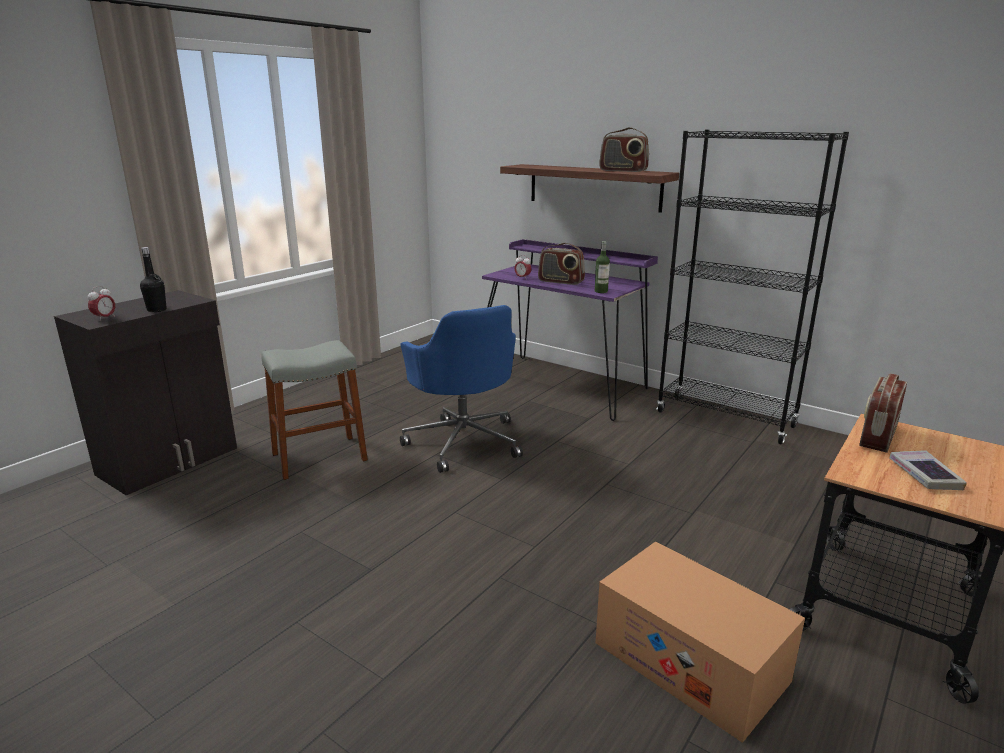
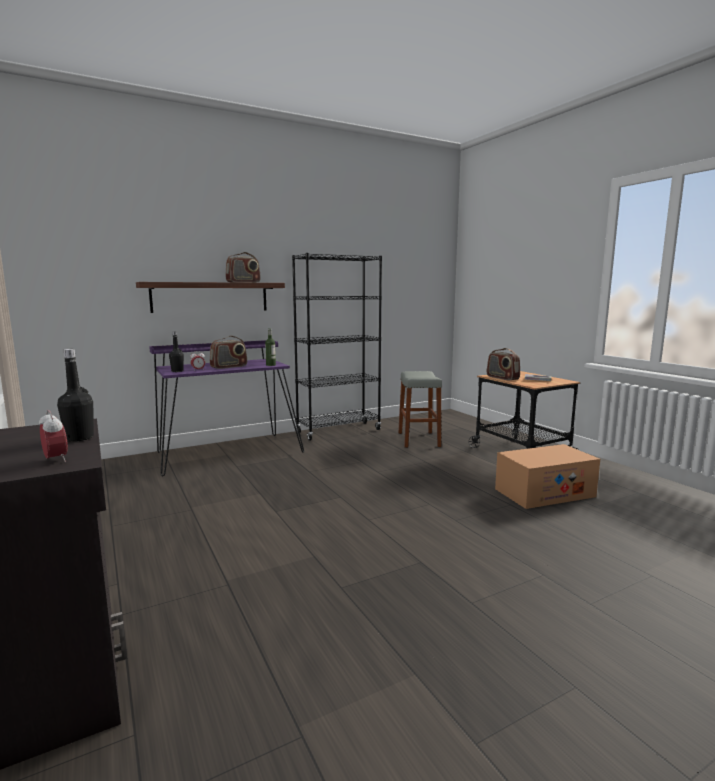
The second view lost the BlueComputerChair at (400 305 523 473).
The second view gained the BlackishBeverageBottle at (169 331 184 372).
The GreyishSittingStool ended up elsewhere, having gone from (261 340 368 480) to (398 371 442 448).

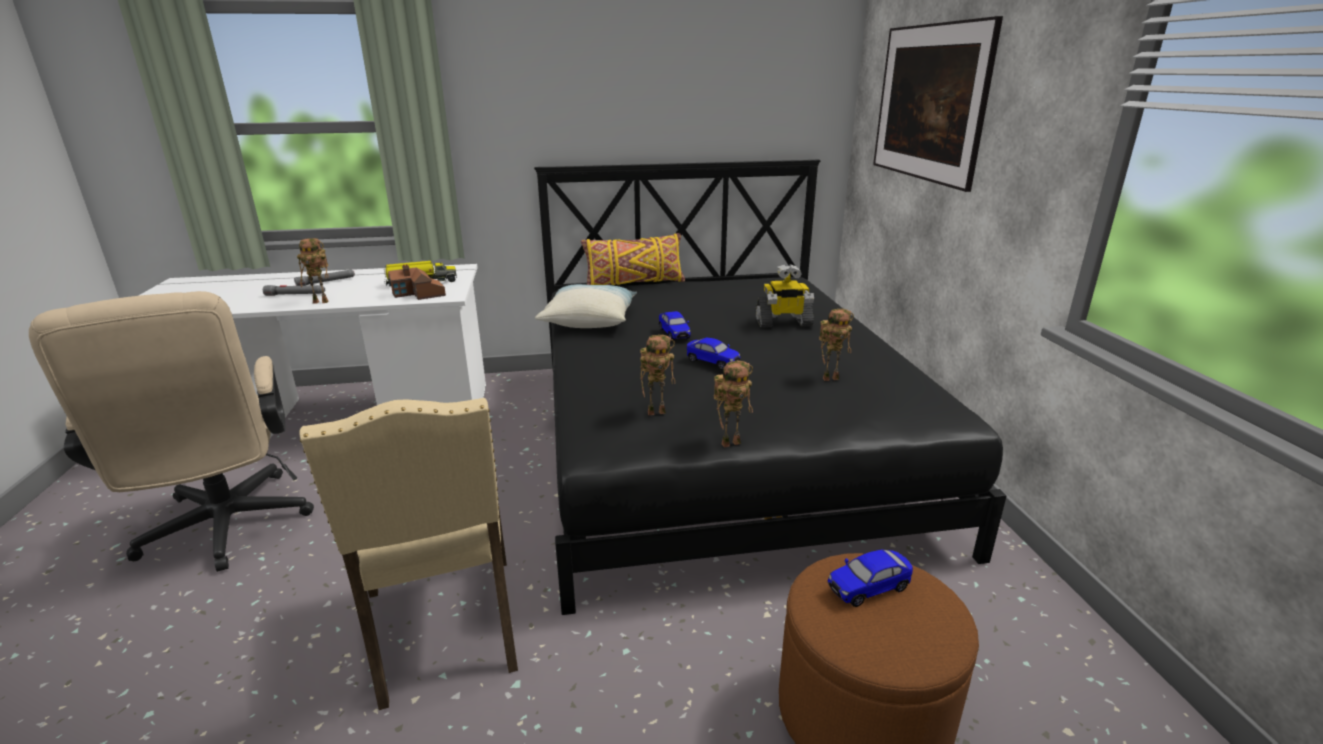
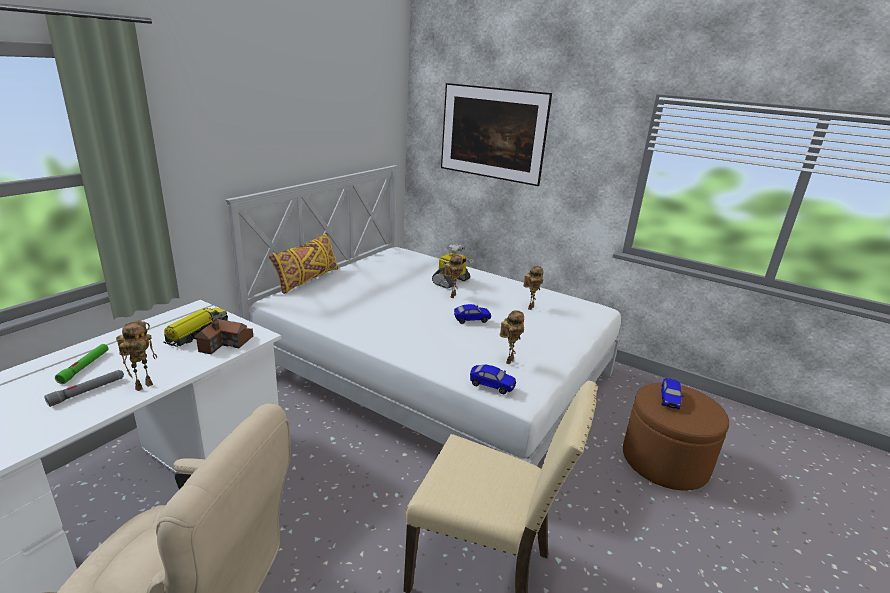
The second view lost the Cushion at (535 284 637 328).
The ToyCar ended up elsewhere, having gone from (659 311 691 341) to (470 365 516 395).
The ModelRobot ended up elsewhere, having gone from (714 361 753 447) to (444 255 463 298).
What was the GreyishTorch at (294 270 355 286) turned into the GreenTorch at (55 344 108 384).
What was the BlackishBed at (534 160 1007 615) turned into the WhiteBed at (225 165 621 466).

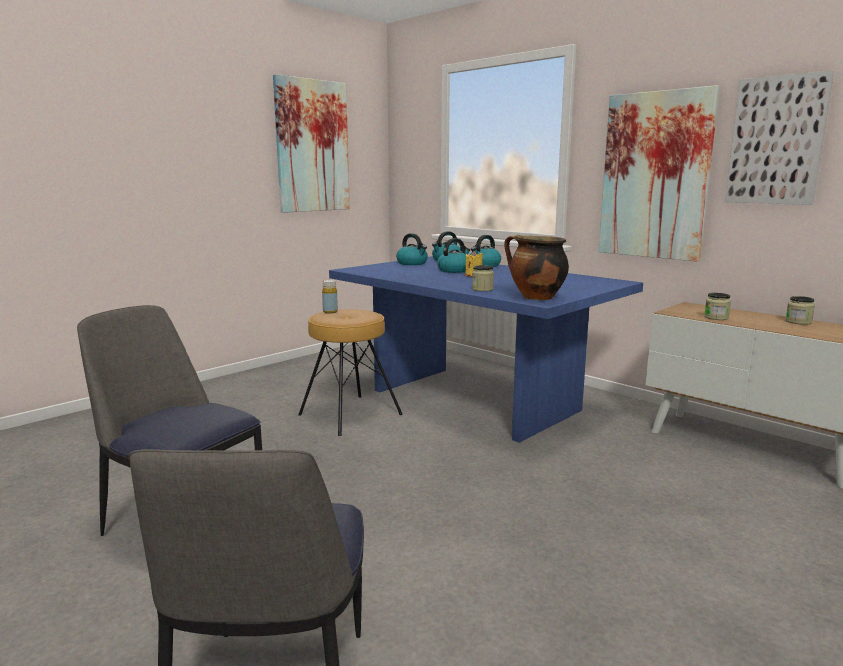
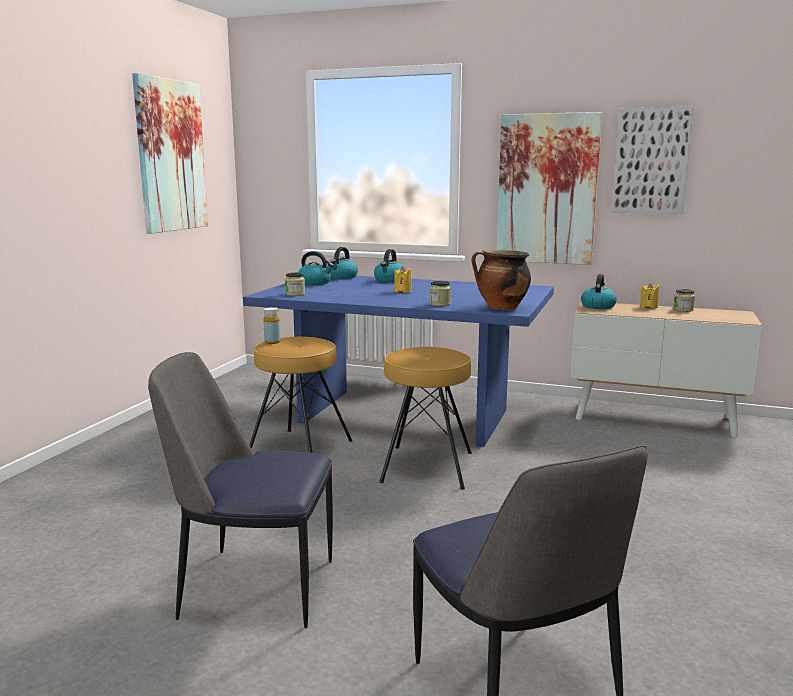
The second view gained the BrownSittingStool at (379 347 472 490).
The second view gained the YellowWaxCandle at (640 283 659 308).
The TeaKettle ended up elsewhere, having gone from (437 238 470 273) to (581 274 617 309).
The StorageJar ended up elsewhere, having gone from (704 293 731 320) to (285 273 305 296).

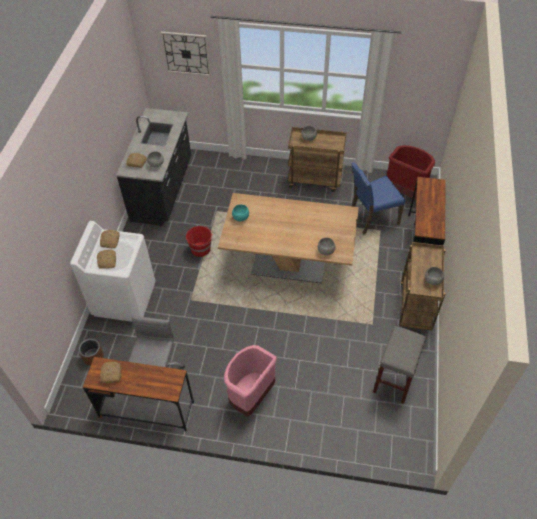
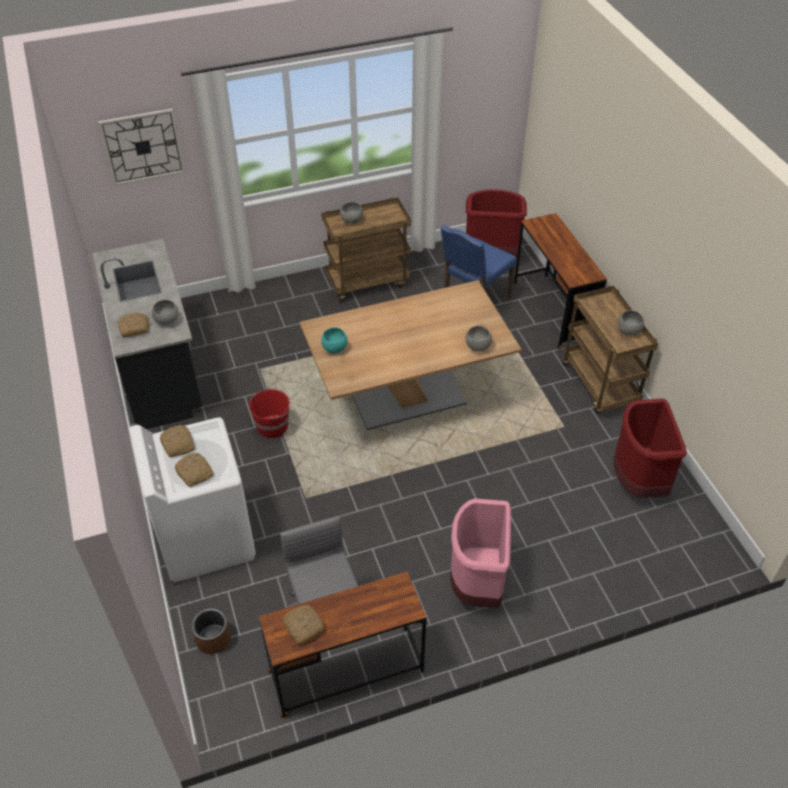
Where the GreyishSittingStool stood at (373 326 426 404), the RedRubbishBin came to stand at (613 398 686 498).

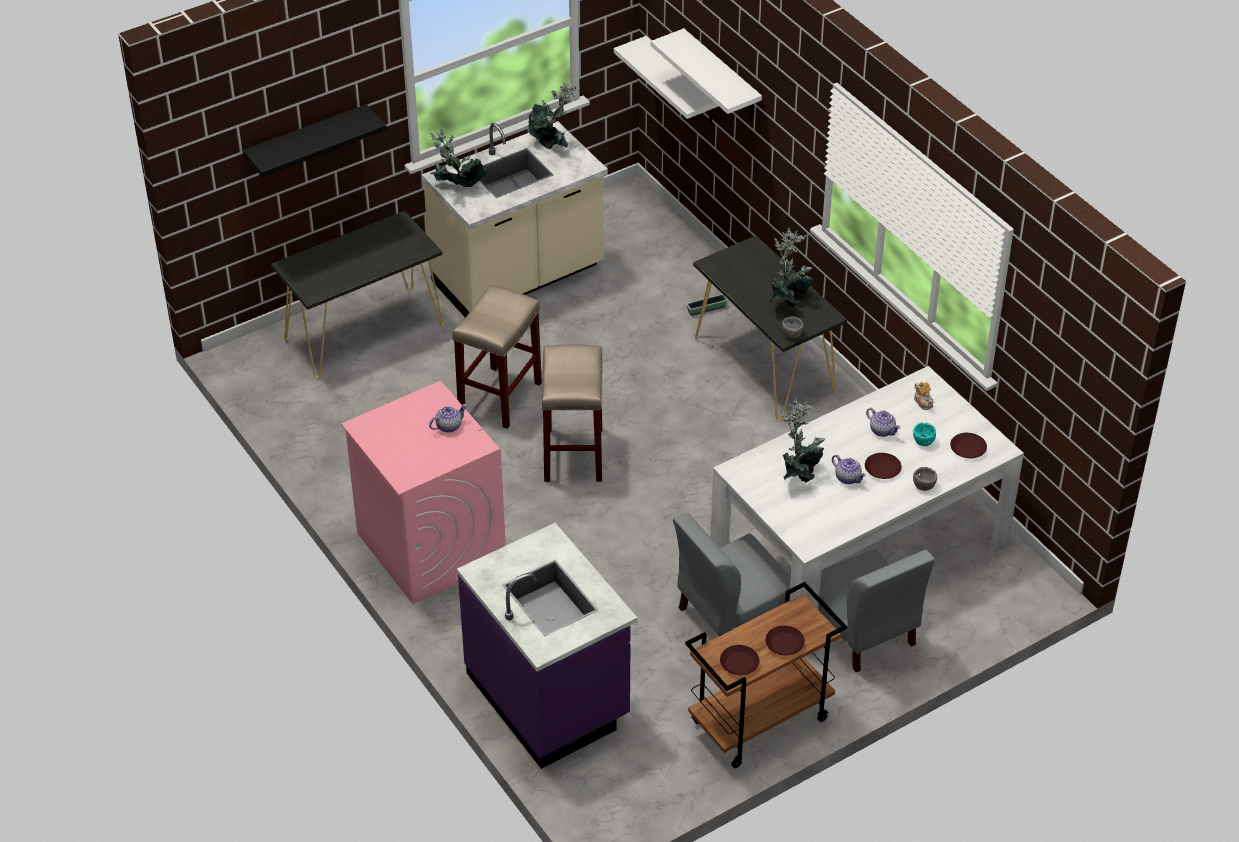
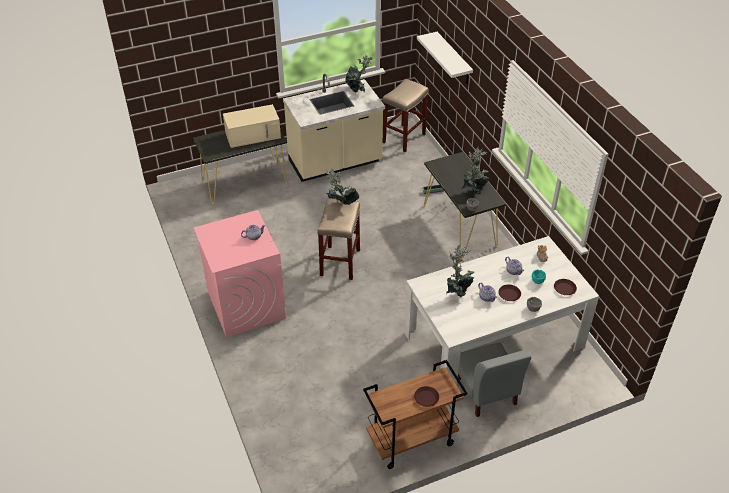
The second view lost the BlackishWallShelf at (243 104 387 177).
The second view lost the PurpleColouredKitchenCounter at (457 523 638 769).
The second view lost the WhiteWallShelf at (614 36 718 123).
The second view lost the GreyishChair at (673 513 791 636).
The second view lost the BrownPlate at (720 645 760 675).
The second view gained the SandColouredKitchenMicrowave at (223 104 281 148).
The PottedPlant ended up elsewhere, having gone from (430 129 487 187) to (326 168 359 205).
The SandColouredSittingStool ended up elsewhere, having gone from (452 285 542 429) to (382 79 429 152).

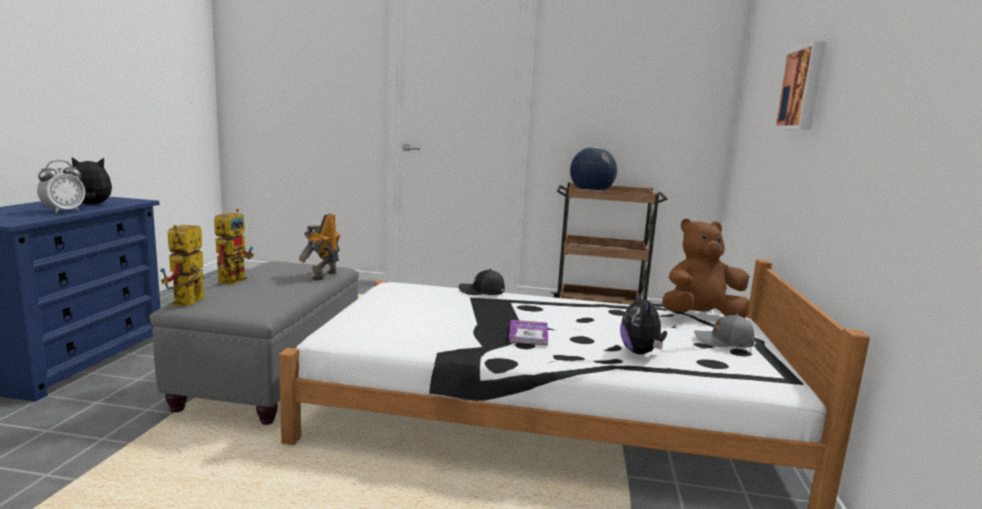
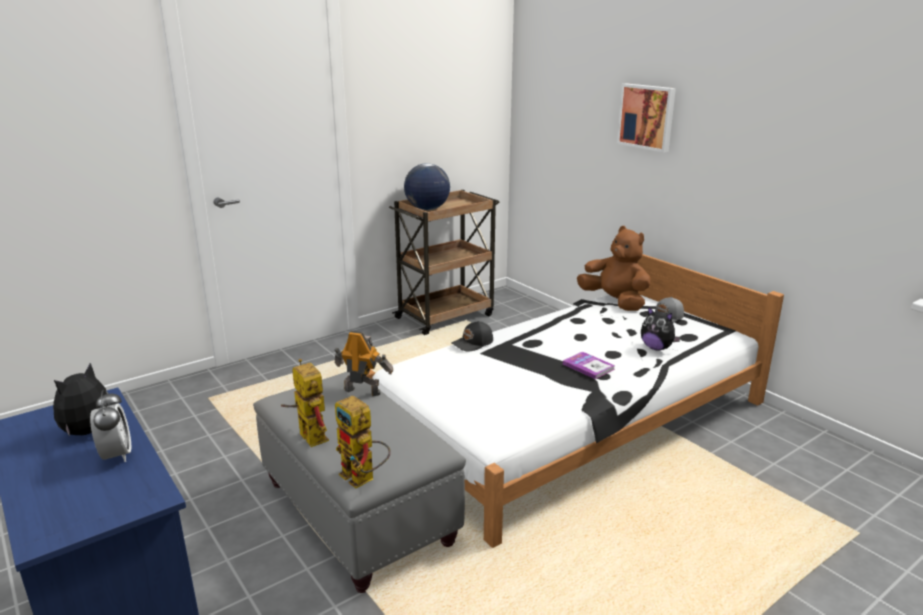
The ModelRobot at (299 214 340 281) ended up facing another way, 135 degrees clockwise from before.
The BrownPlushToy at (662 218 750 318) ended up facing another way, 105 degrees clockwise from before.

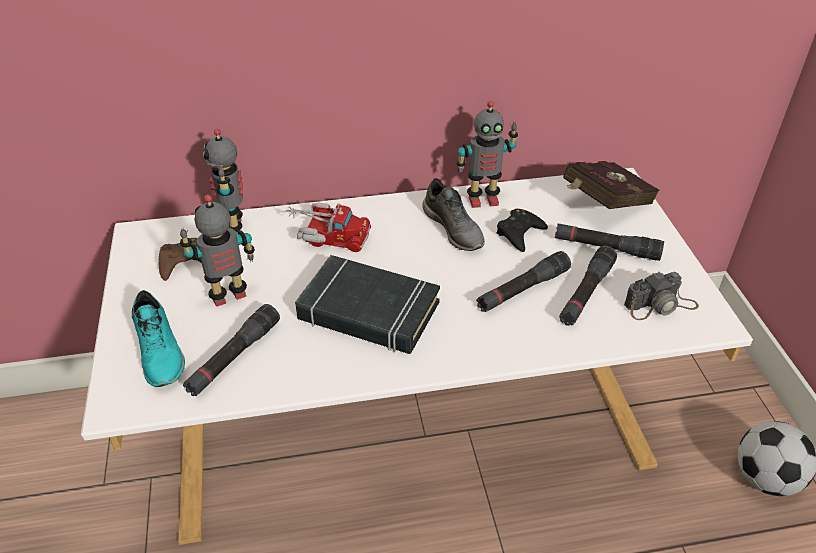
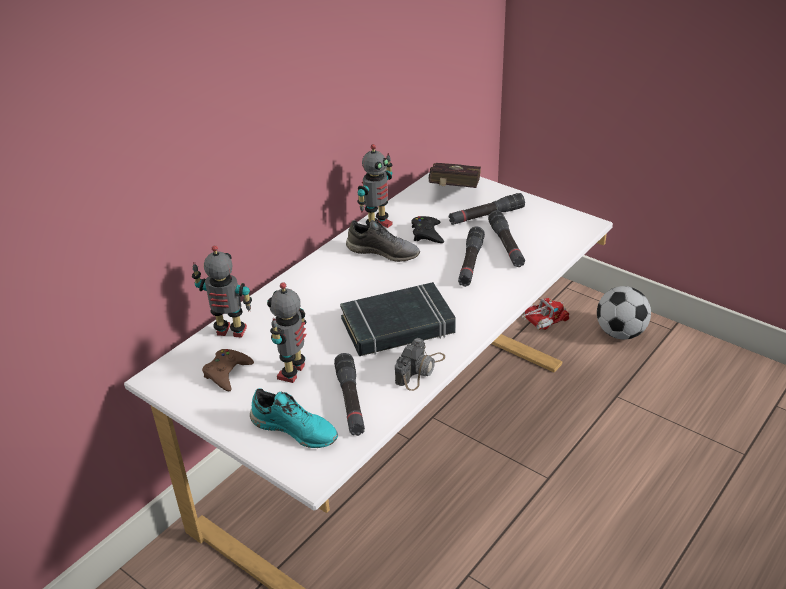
The ToyLorry ended up elsewhere, having gone from (286 203 371 252) to (520 298 569 330).
The PhotoCamera ended up elsewhere, having gone from (624 272 699 320) to (395 338 445 391).
The ModelRobot at (203 129 243 234) ended up facing another way, 150 degrees clockwise from before.

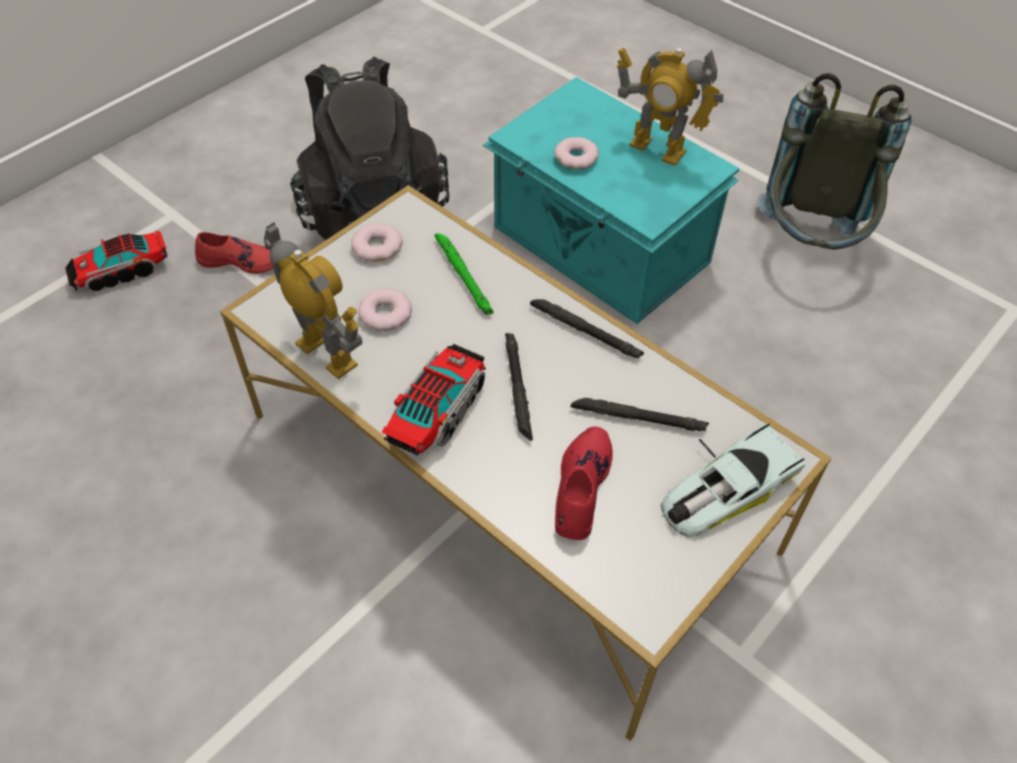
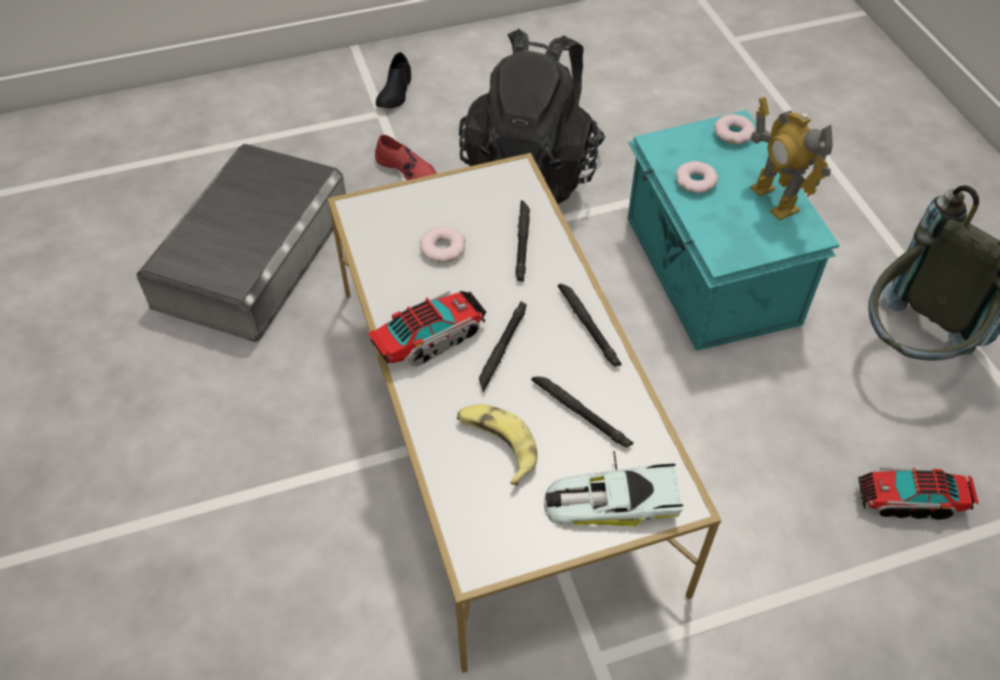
The second view lost the ModelRobot at (264 222 362 379).
The second view gained the GreyishStorageContainer at (136 144 346 342).
The second view gained the BlackishItemOfFootwear at (376 52 411 108).
The ToyLorry ended up elsewhere, having gone from (65 231 167 292) to (858 467 979 520).
The Doughnut ended up elsewhere, having gone from (351 223 403 262) to (714 114 756 144).
Where the RedItemOfFootwear stood at (555 426 613 540), the BananaFruit came to stand at (457 404 537 486).
What was the GreenTorch at (434 233 494 315) turned into the BlackishTorch at (515 200 530 282).

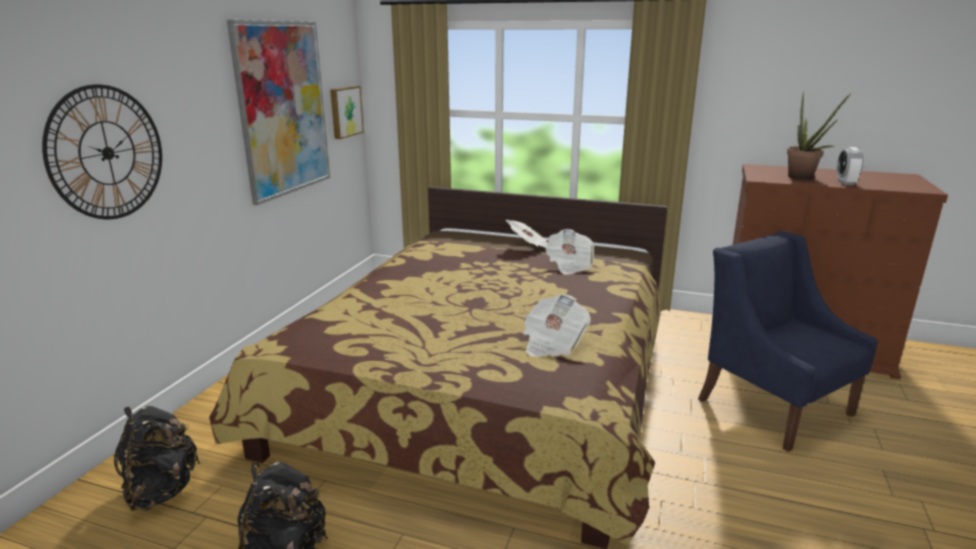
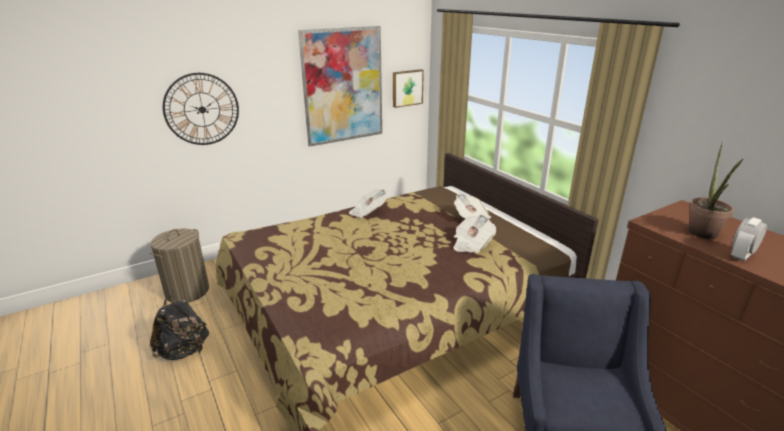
The Newspaper ended up elsewhere, having gone from (523 294 591 357) to (349 189 387 218).
Where the BlackishRucksack stood at (114 406 200 511), the WashingBasket came to stand at (150 229 209 303).

